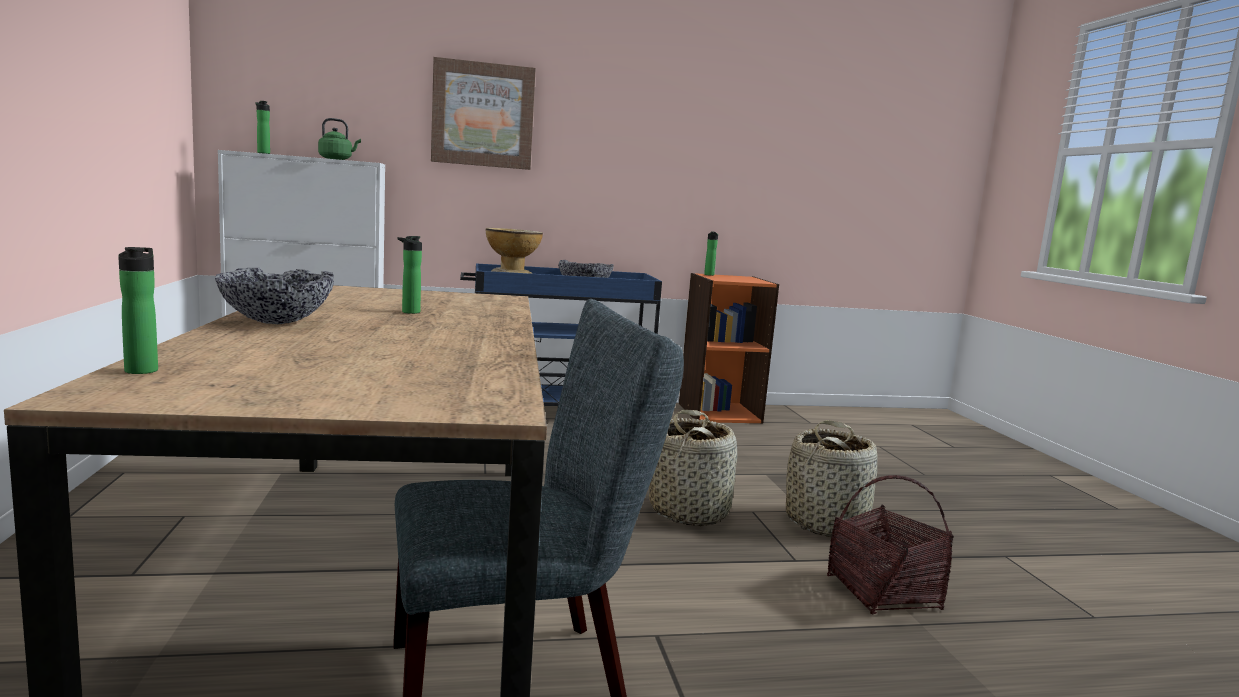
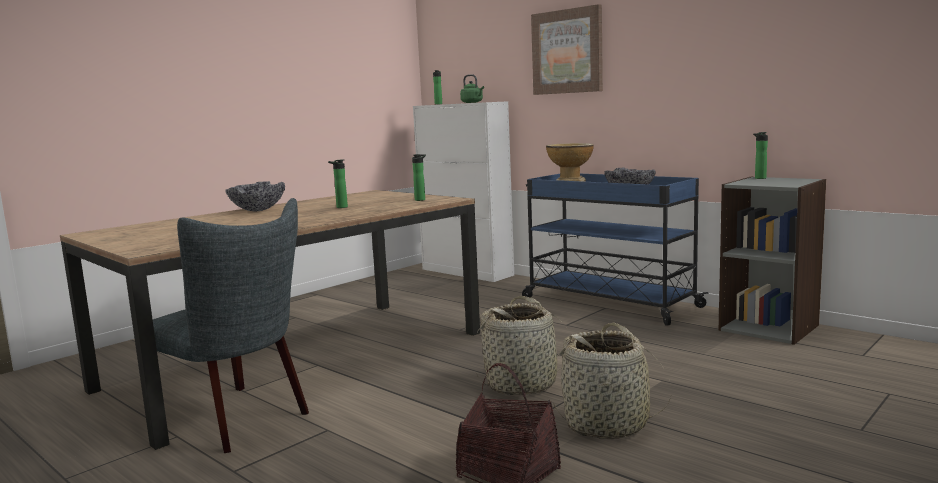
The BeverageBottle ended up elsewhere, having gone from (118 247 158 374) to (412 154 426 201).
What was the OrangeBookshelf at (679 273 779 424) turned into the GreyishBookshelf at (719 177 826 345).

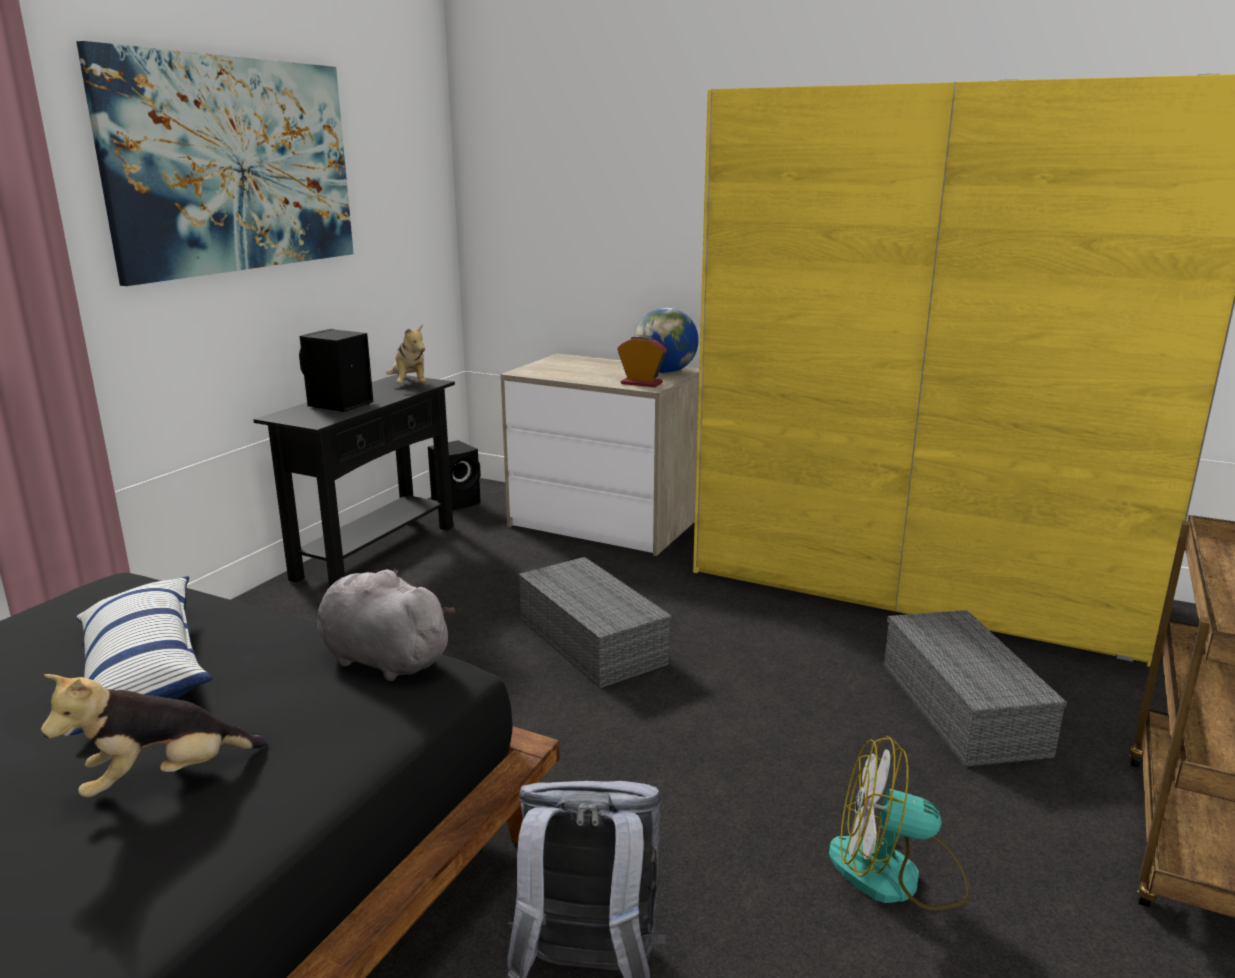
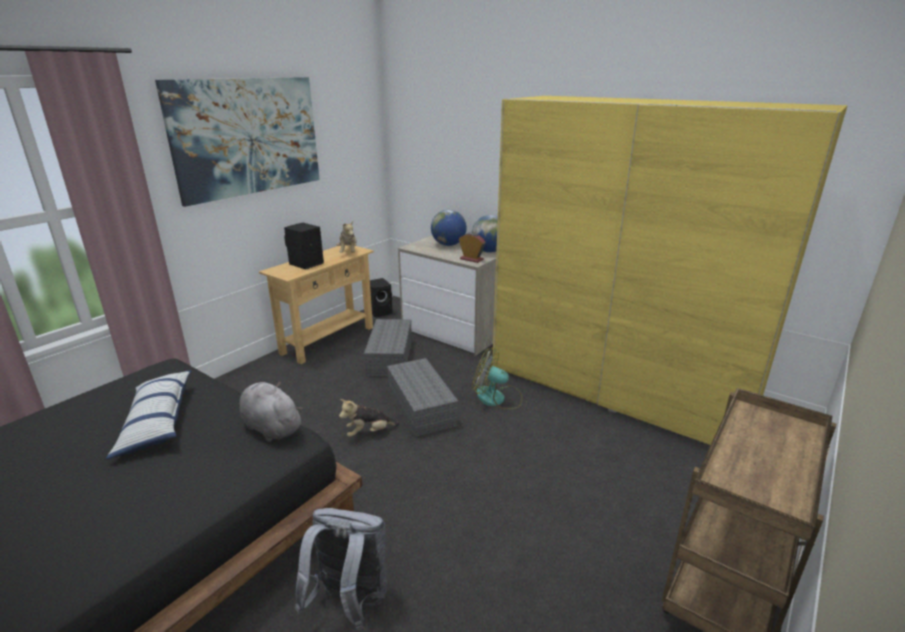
The second view gained the WorldGlobe at (431 210 467 246).
The PlushToy ended up elsewhere, having gone from (41 674 268 798) to (339 399 400 437).
The ElectricFan ended up elsewhere, having gone from (829 736 970 910) to (472 348 523 409).
The GreyishStorageContainer ended up elsewhere, having gone from (884 610 1067 767) to (364 319 412 376).
What was the BlackishHallTable at (253 374 455 587) turned into the SandColouredHallTable at (259 245 374 364).

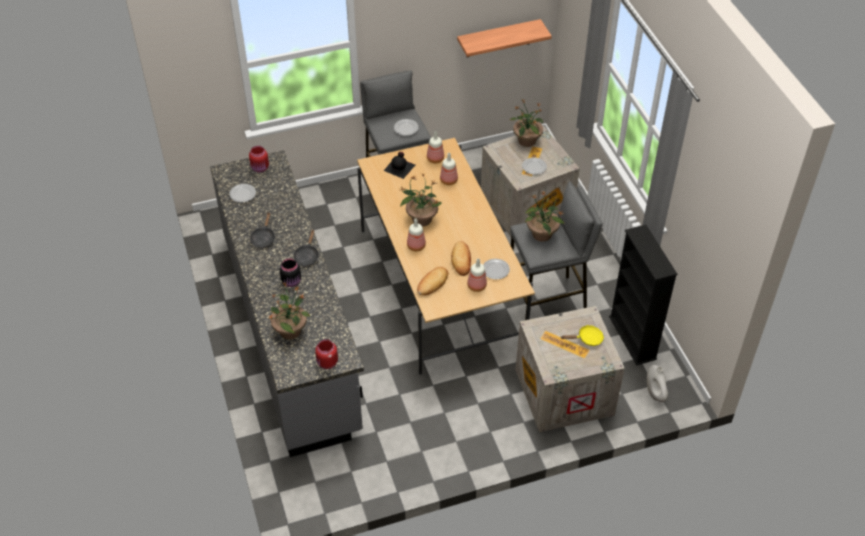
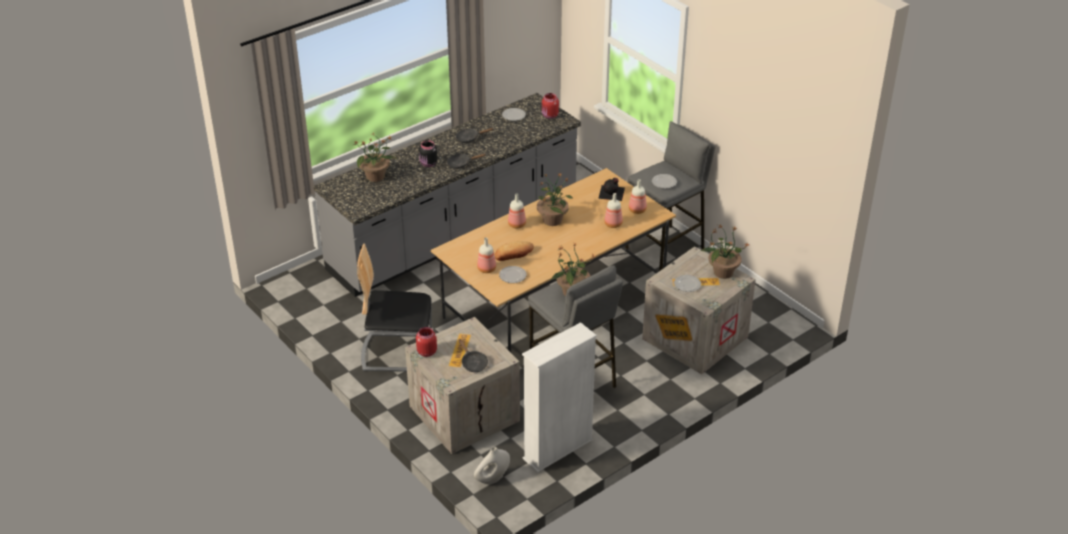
The second view lost the BakedBread at (417 267 448 295).
The second view lost the WallShelf at (457 19 552 57).
The second view gained the Chair at (357 243 432 372).
The RedStorageJar ended up elsewhere, having gone from (315 339 338 369) to (416 327 437 357).
What was the YellowPan at (561 325 604 346) turned into the BlackishPan at (458 339 488 372).
What was the BlackishBookshelf at (609 225 677 365) turned into the WhiteBookshelf at (522 322 597 472).

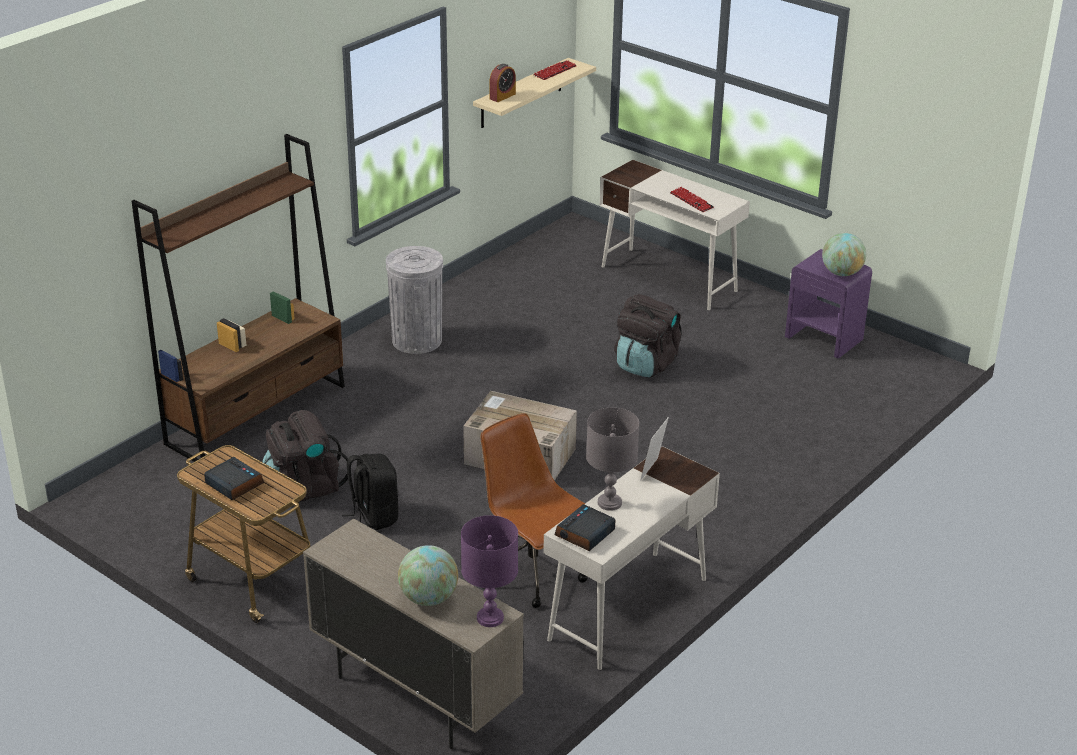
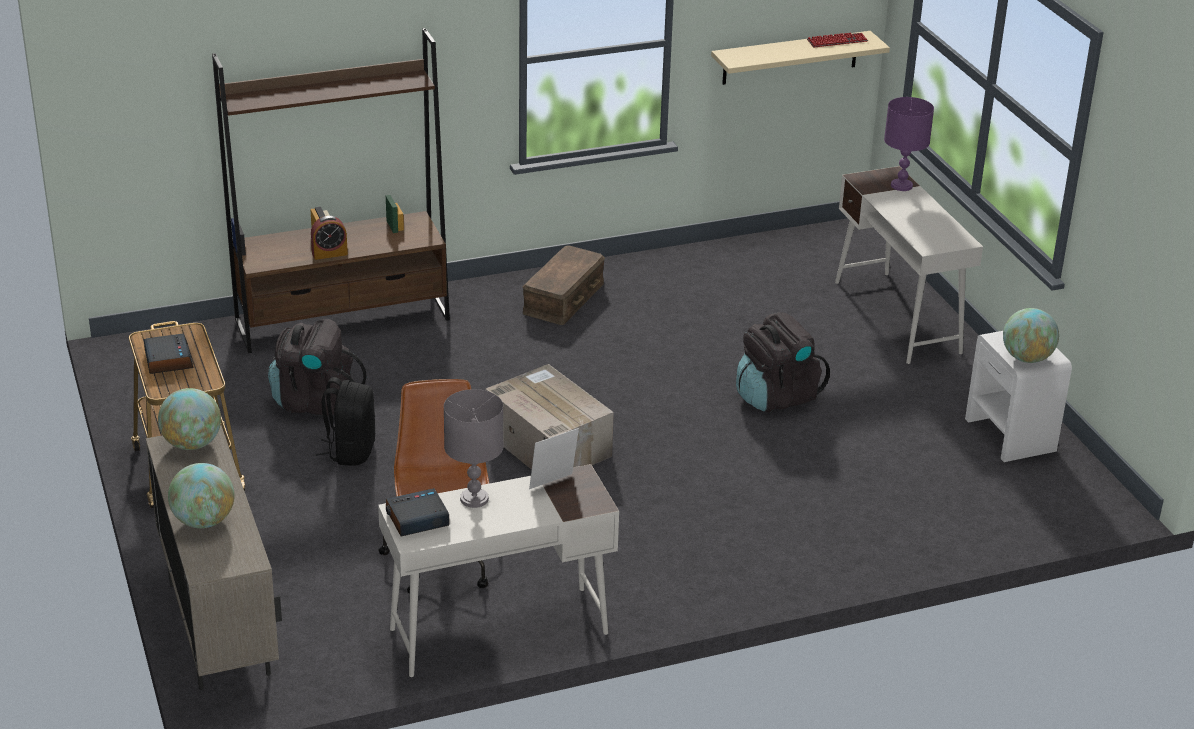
The second view lost the PcKeyboard at (670 187 714 212).
The second view gained the WorldGlobe at (158 388 221 450).
The PurpleColouredTableLamp ended up elsewhere, having gone from (461 515 518 627) to (884 97 934 191).
The AlarmClock ended up elsewhere, having gone from (489 64 516 102) to (311 216 348 260).
Where the GreyishRubbishBin stood at (386 246 443 354), the BrownStorageContainer came to stand at (523 245 605 325).
What was the PurpleColouredNightTable at (785 249 872 359) turned into the WhiteNightTable at (965 331 1072 462).

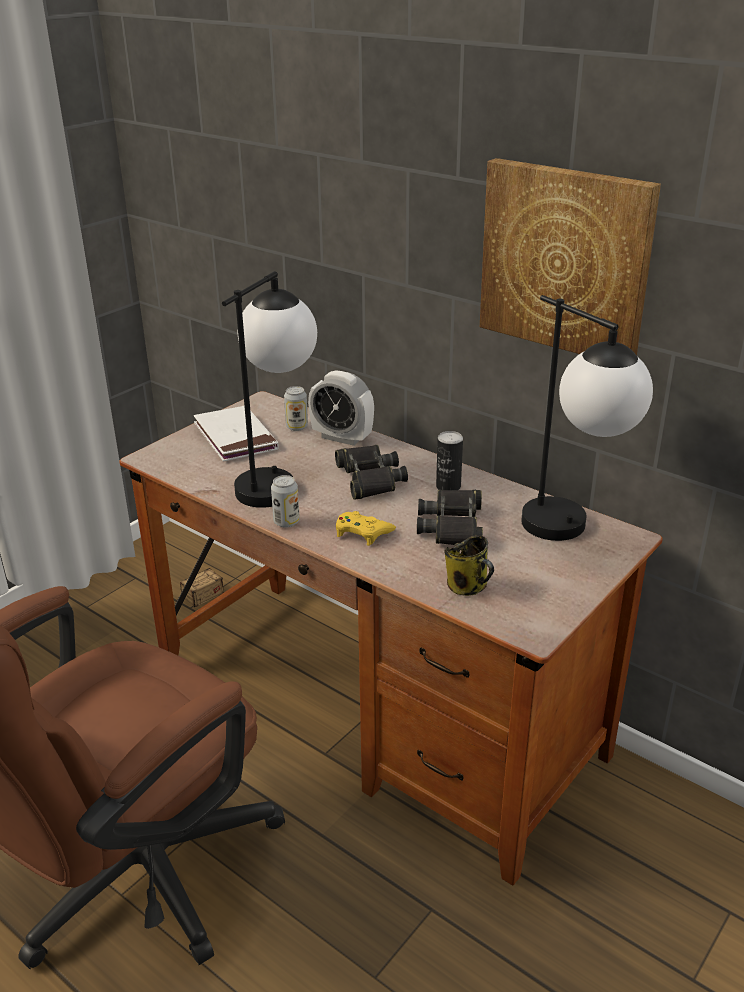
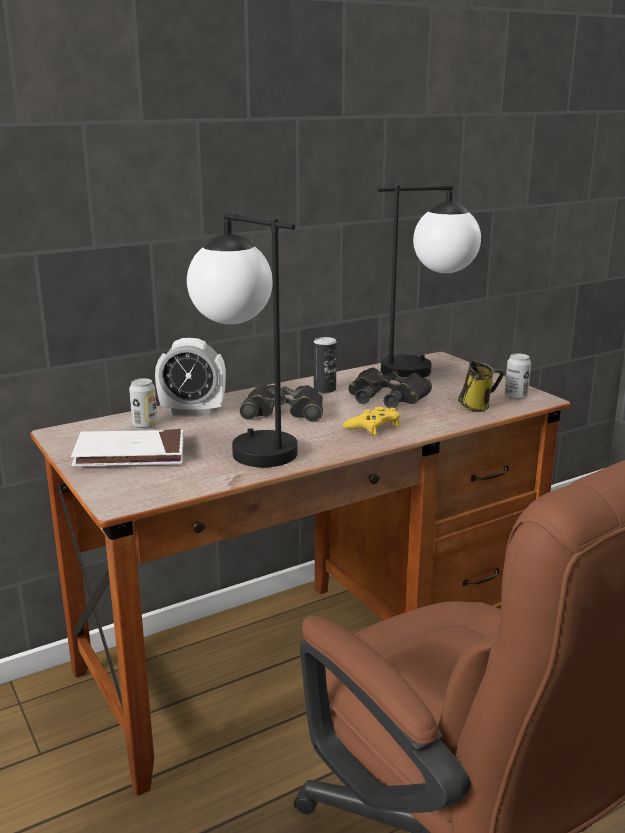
The second view lost the StorageContainer at (144 568 224 607).
The second view lost the WallPicture at (480 158 661 356).
The SealedCan ended up elsewhere, having gone from (271 475 300 528) to (505 354 531 400).
The AlarmClock at (308 370 374 446) ended up facing another way, 45 degrees clockwise from before.

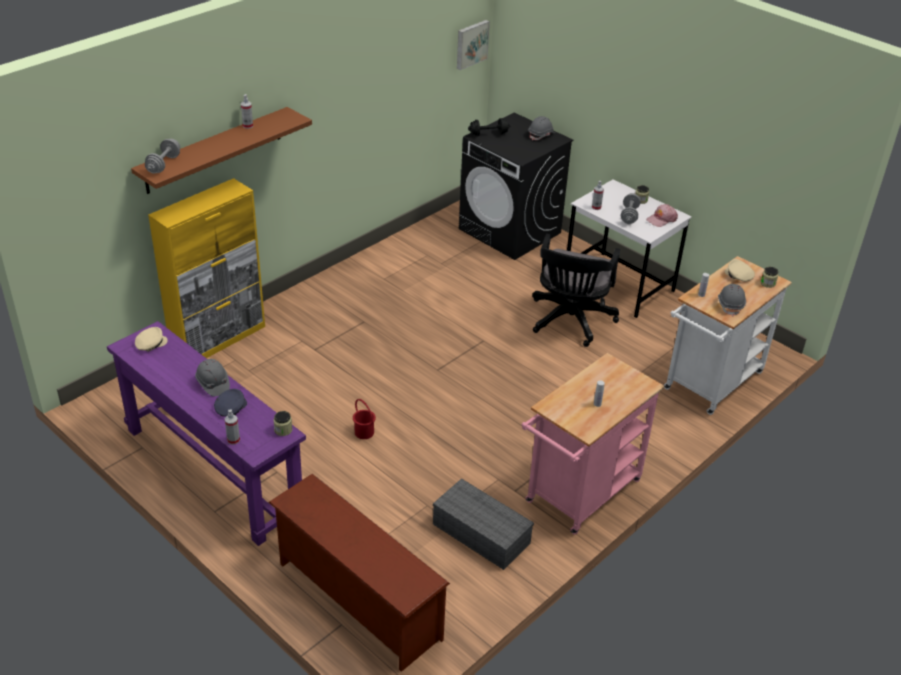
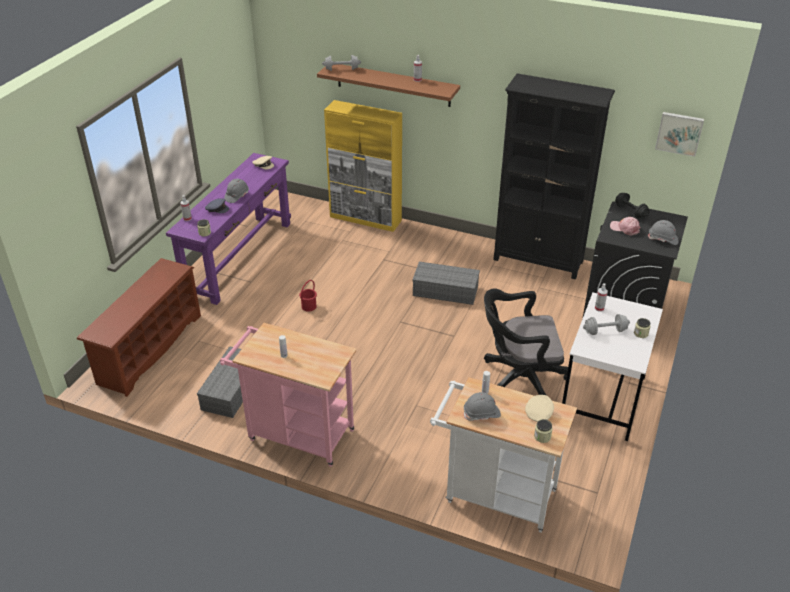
The second view gained the GreyishStorageContainer at (412 262 480 305).
The second view gained the BlackishBookshelf at (493 74 615 279).
The PinkColouredPeakedCap ended up elsewhere, having gone from (646 204 678 227) to (610 217 640 235).

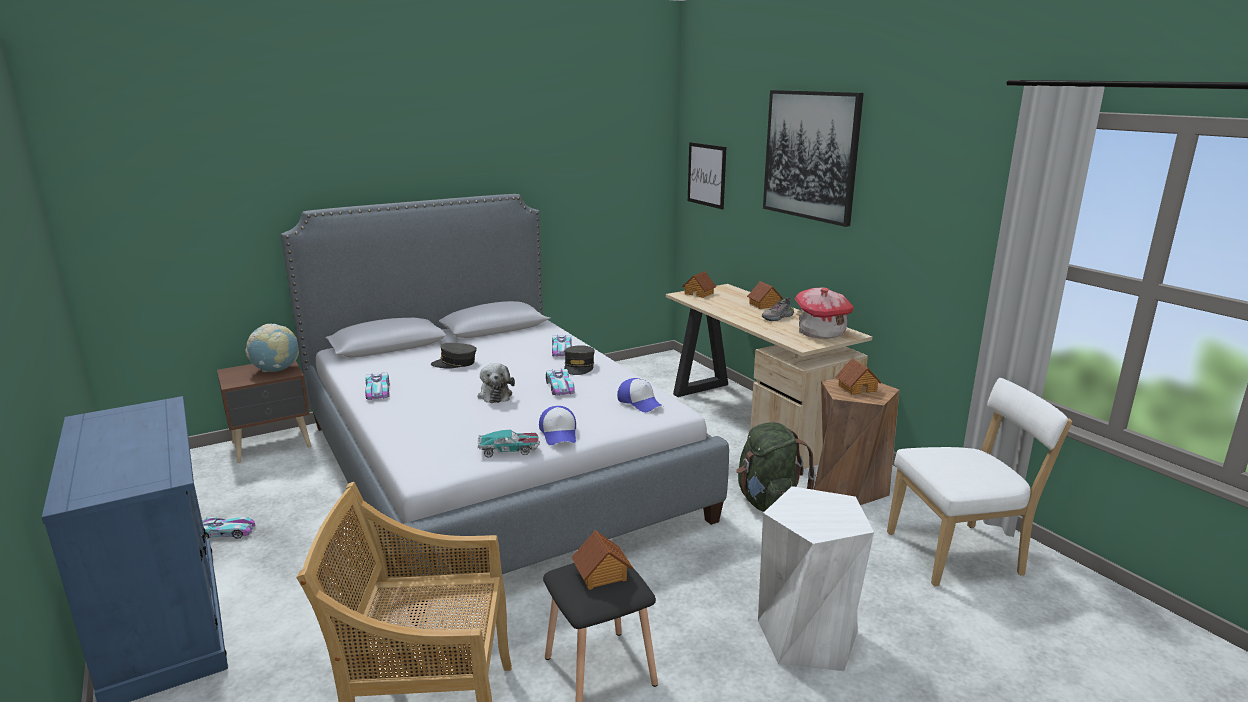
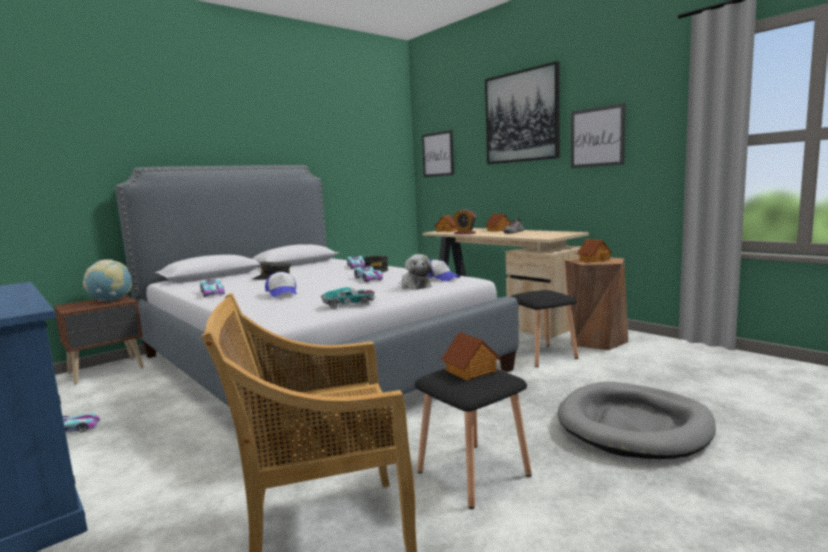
The second view lost the ToyHouse at (794 287 853 339).
The second view lost the WhiteChair at (887 378 1072 587).
The second view gained the AlarmClock at (453 209 476 234).
The second view gained the WallPicture at (571 103 626 168).
The PlushToy ended up elsewhere, having gone from (477 363 515 403) to (402 254 433 290).
The PeakedCap ended up elsewhere, having gone from (539 406 576 445) to (265 272 297 297).
Where the GreenRucksack stood at (736 422 816 512), the BlackishSittingStool came to stand at (510 290 579 367).
Where the WhiteSittingStool stood at (758 486 874 671), the GreyishDogCushion came to stand at (558 381 716 459).

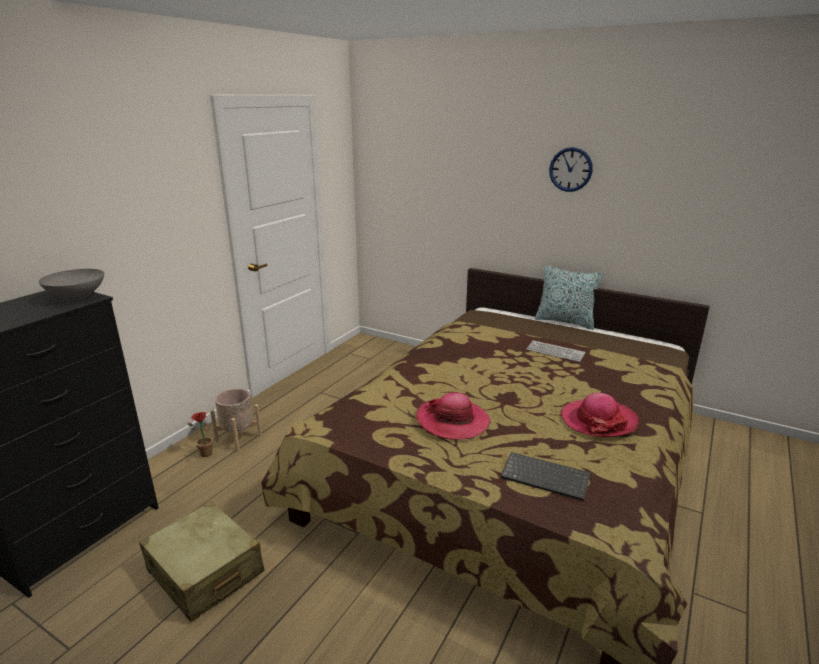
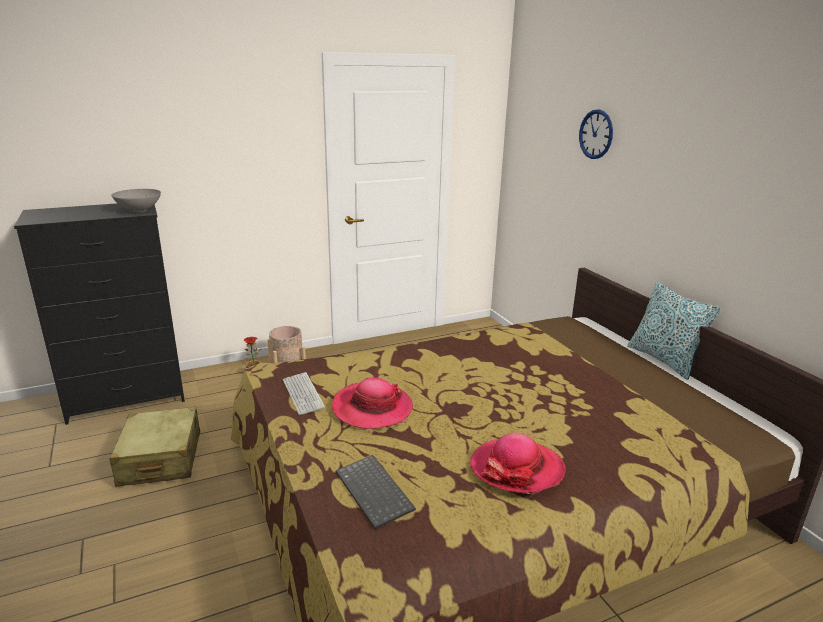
The PcKeyboard ended up elsewhere, having gone from (526 341 585 362) to (283 372 325 415).
The ClockOnTheWall ended up elsewhere, having gone from (549 147 593 192) to (579 109 613 159).

